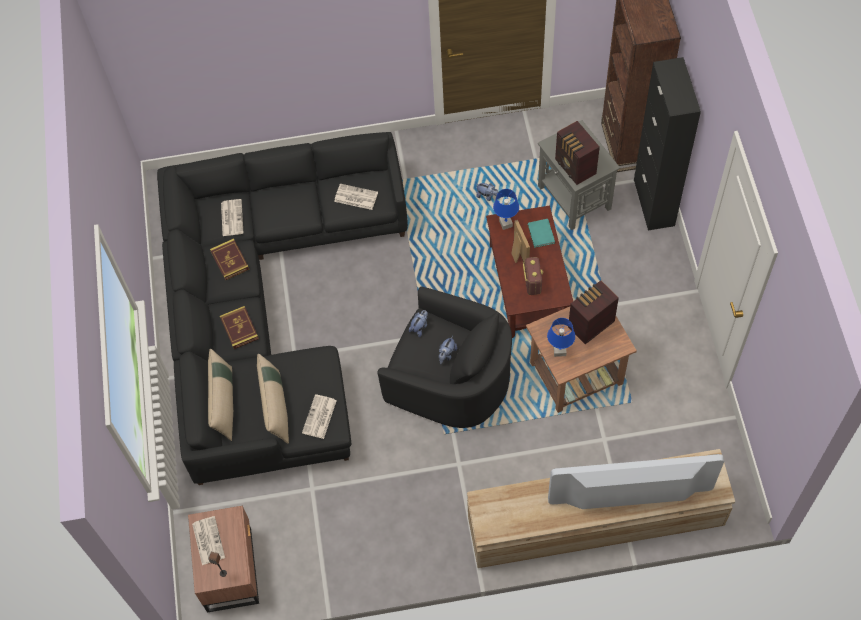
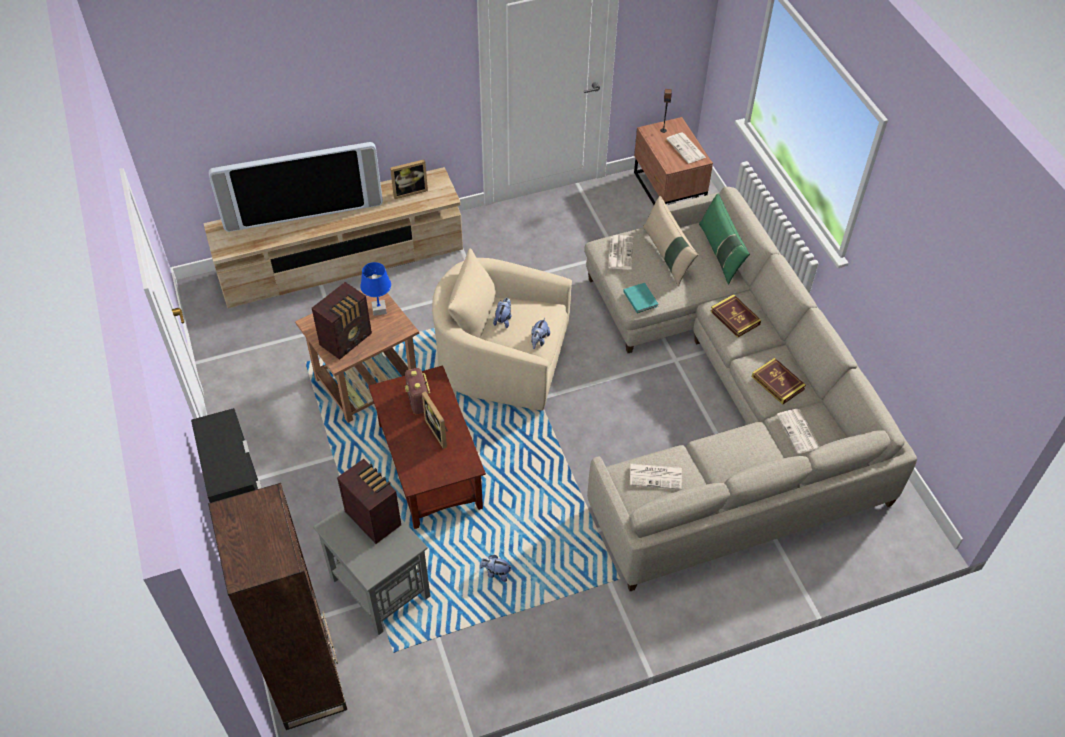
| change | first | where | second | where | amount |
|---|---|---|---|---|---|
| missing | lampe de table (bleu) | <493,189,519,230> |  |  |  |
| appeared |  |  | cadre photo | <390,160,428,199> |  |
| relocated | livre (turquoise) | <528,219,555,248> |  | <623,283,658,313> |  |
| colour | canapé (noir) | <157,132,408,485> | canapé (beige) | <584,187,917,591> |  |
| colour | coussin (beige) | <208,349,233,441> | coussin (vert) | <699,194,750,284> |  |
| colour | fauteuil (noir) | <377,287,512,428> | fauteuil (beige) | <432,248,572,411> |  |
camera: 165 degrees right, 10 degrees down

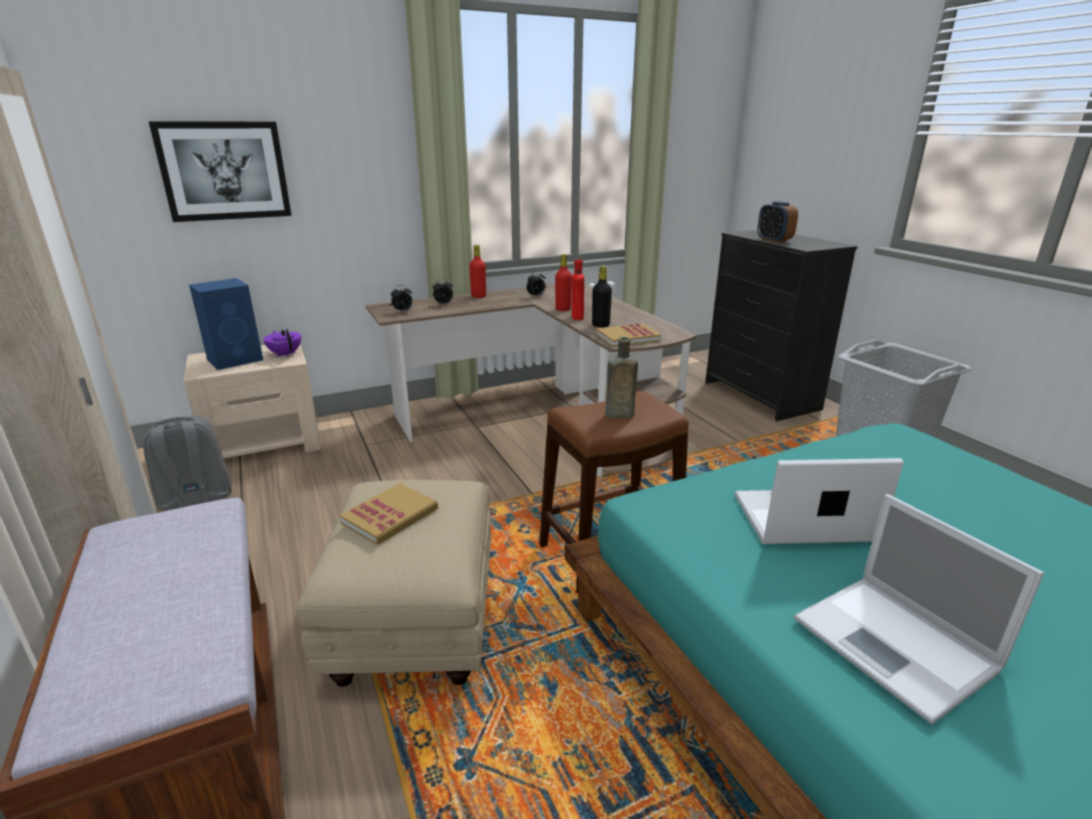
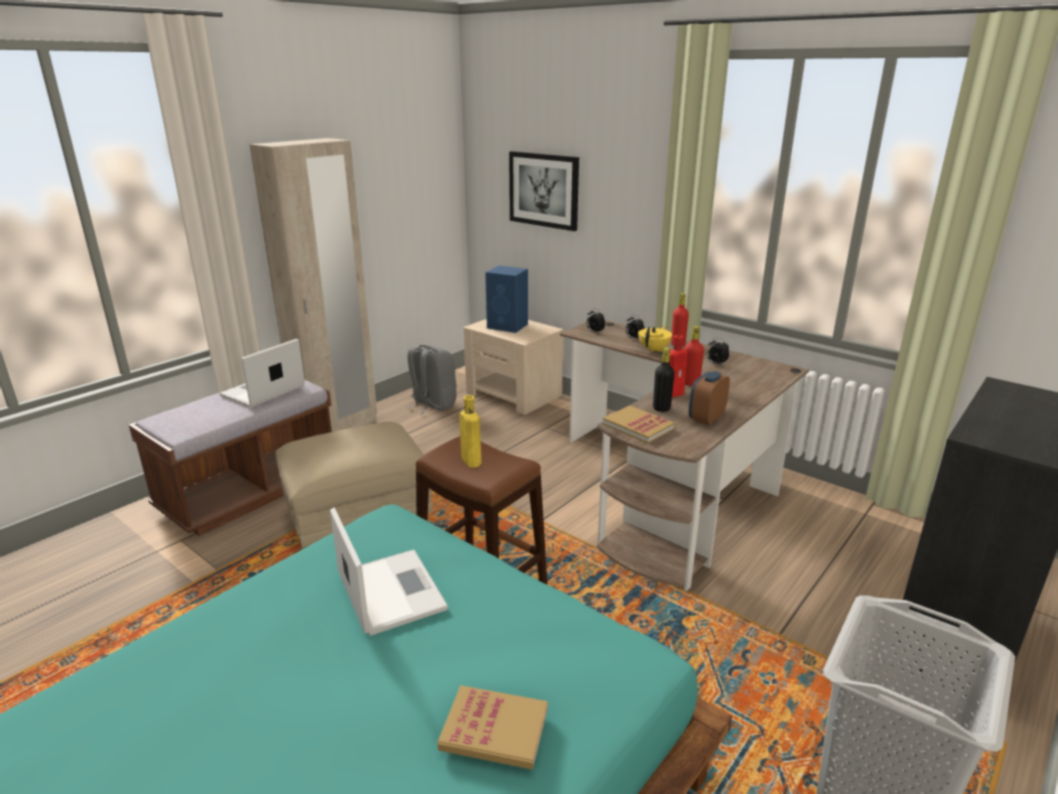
| change | first | where | second | where | amount |
|---|---|---|---|---|---|
| missing | théière (violet) | <263,329,301,357> |  |  |  |
| appeared |  |  | théière (jaune) | <638,326,672,353> |  |
| relocated | livre | <339,483,438,545> |  | <437,685,548,770> |  |
| relocated | réveil | <757,201,798,243> |  | <689,371,730,425> |  |
| relocated | ordinateur portable | <794,494,1044,724> |  | <220,339,305,408> |  |
| colour | bouteille (marron) | <605,337,638,419> | bouteille (jaune) | <459,395,481,468> |  |
camera: 65 degrees right, 0 degrees up

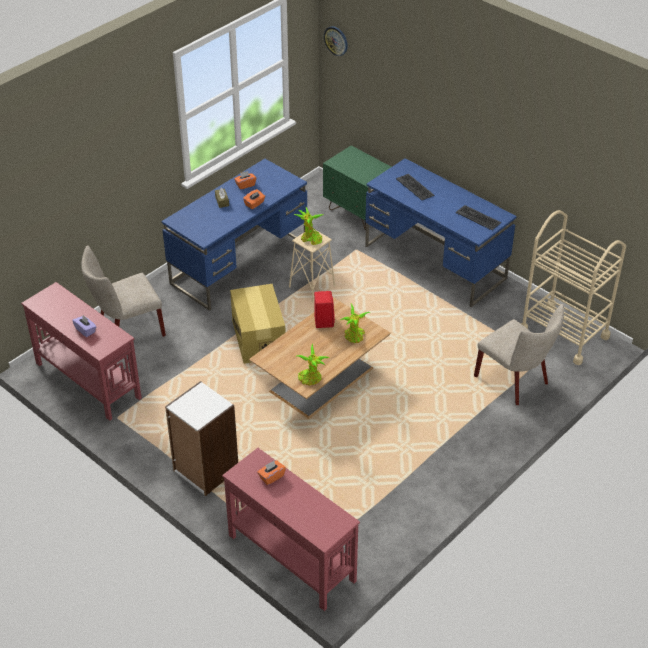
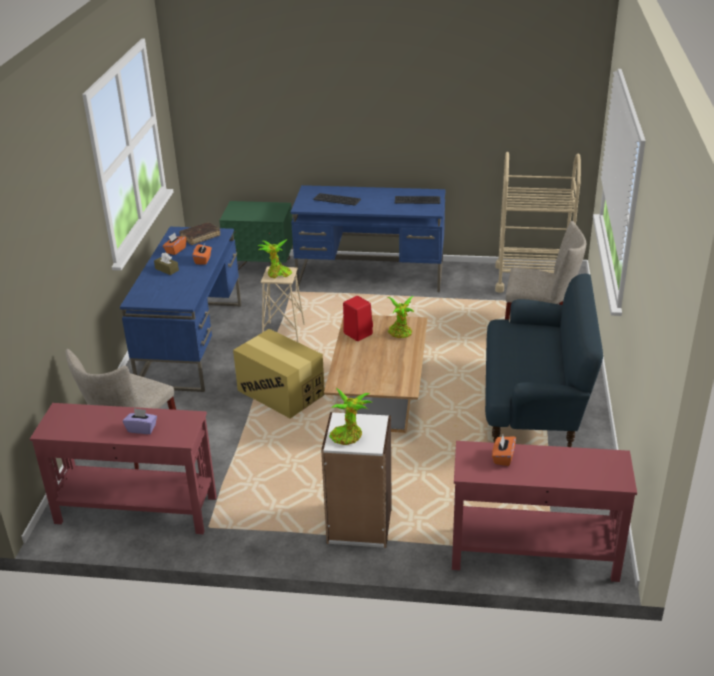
| change | first | where | second | where | amount |
|---|---|---|---|---|---|
| missing | horloge murale | <324,26,348,56> |  |  |  |
| appeared |  |  | livre (marron) | <179,222,221,245> |  |
| appeared |  |  | canapé (bleu) | <485,273,603,447> |  |
| relocated | plante en pot | <296,344,329,386> |  | <329,388,372,445> |  |
camera: 35 degrees left, 10 degrees down

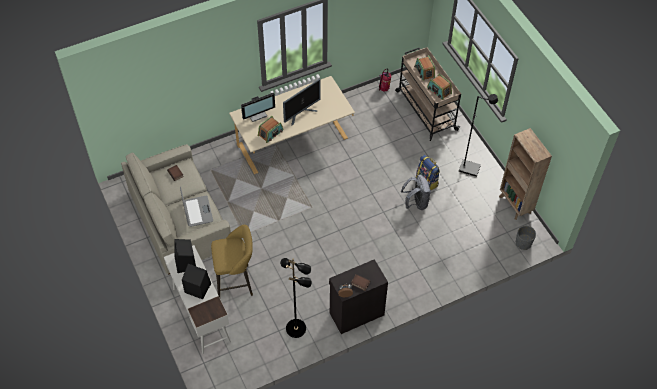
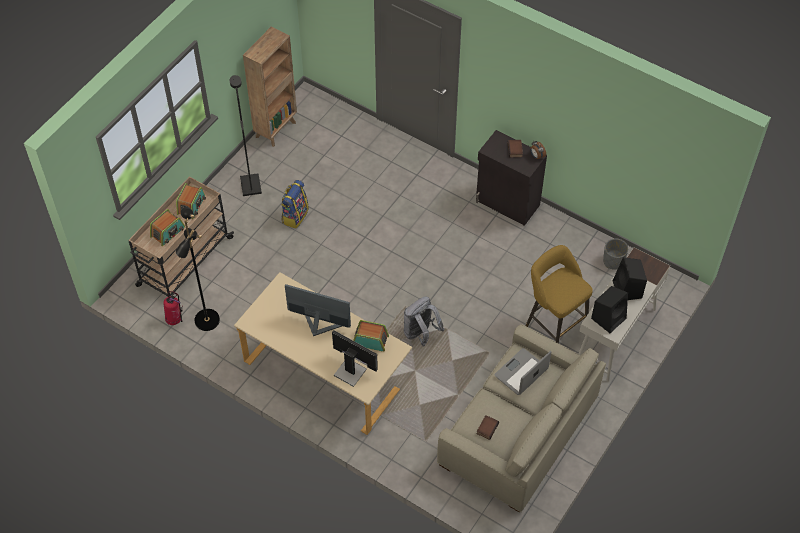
| change | first | where | second | where | amount |
|---|---|---|---|---|---|
| relocated | lampadaire (noir) | <280,258,312,338> |  | <176,207,220,331> |  |
| relocated | sac à dos (gris) | <401,175,431,210> |  | <404,297,444,346> |  |
| relocated | cache-pot (gris) | <516,226,536,250> |  | <603,239,628,270> |  |
camera: 120 degrees left, 0 degrees up

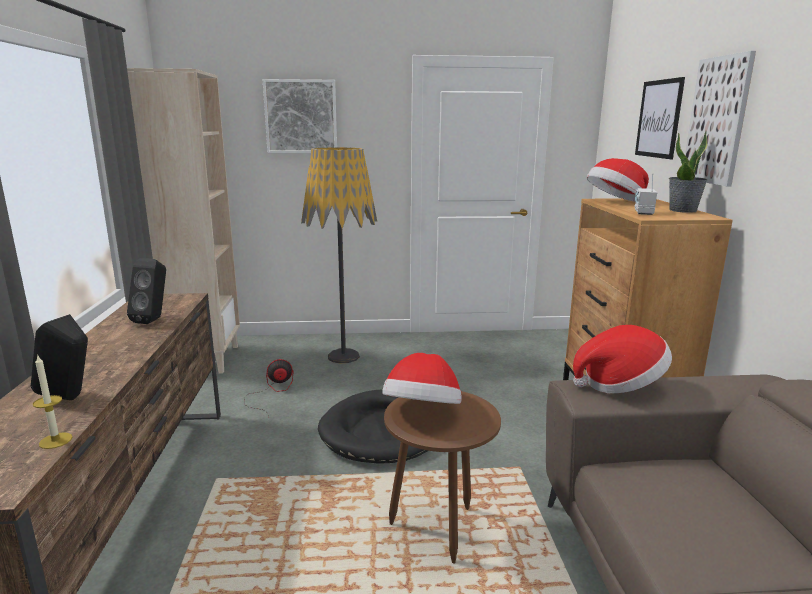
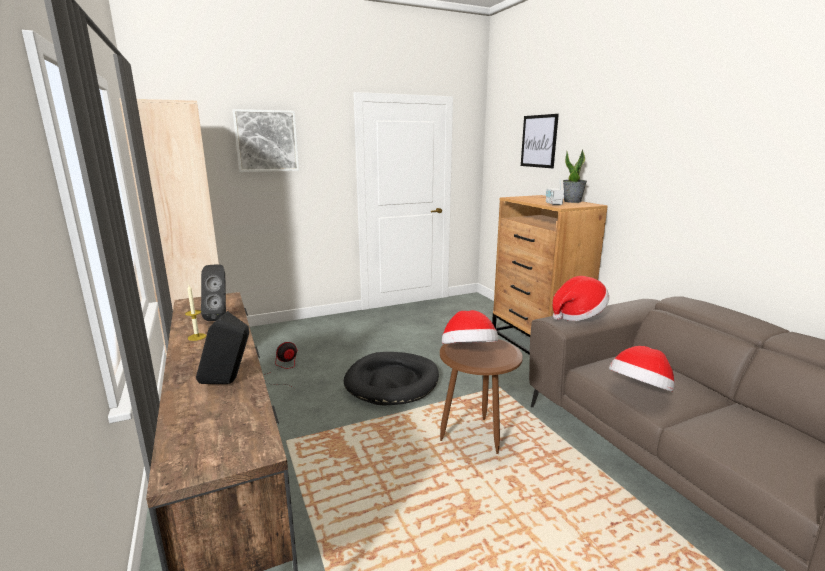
| change | first | where | second | where | amount |
|---|---|---|---|---|---|
| missing | lampadaire | <301,147,377,364> |  |  |  |
| missing | tableau | <685,51,756,186> |  |  |  |
| relocated | bougie | <33,354,73,449> |  | <185,285,206,341> |  |
| relocated | chapeau | <587,158,649,202> |  | <609,346,675,392> |  |
camera: 20 degrees left, 0 degrees up

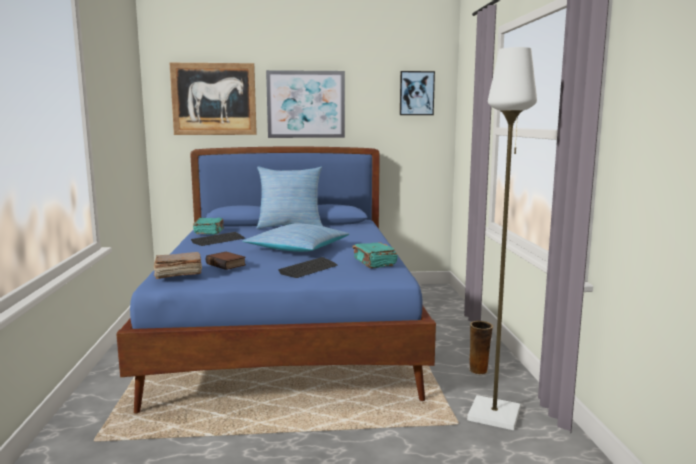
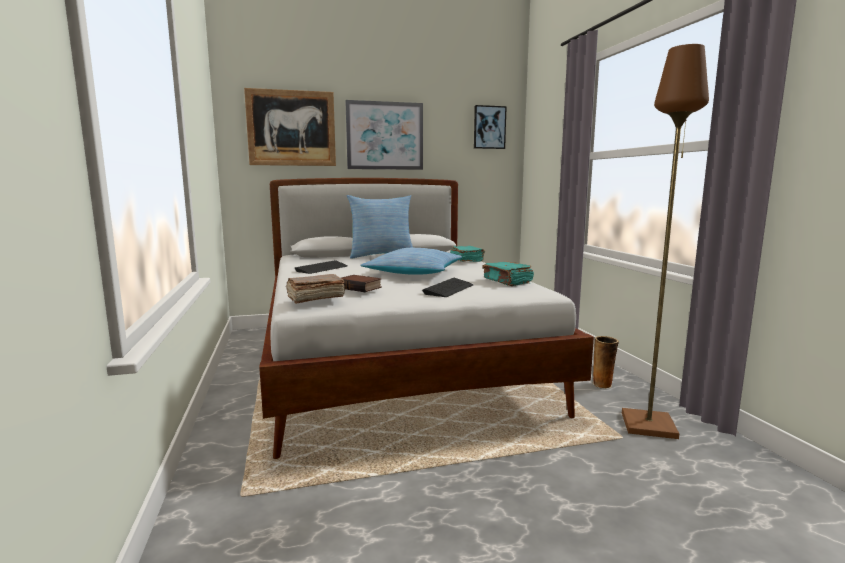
| change | first | where | second | where | amount |
|---|---|---|---|---|---|
| relocated | livre (turquoise) | <193,218,224,235> |  | <450,246,485,262> |  |
| colour | lit (bleu) | <116,146,436,413> | lit (blanc) | <259,178,594,459> |  |
| colour | lampadaire (blanc) | <467,47,537,430> | lampadaire (marron) | <622,44,709,439> |  |
camera: 10 degrees left, 0 degrees up

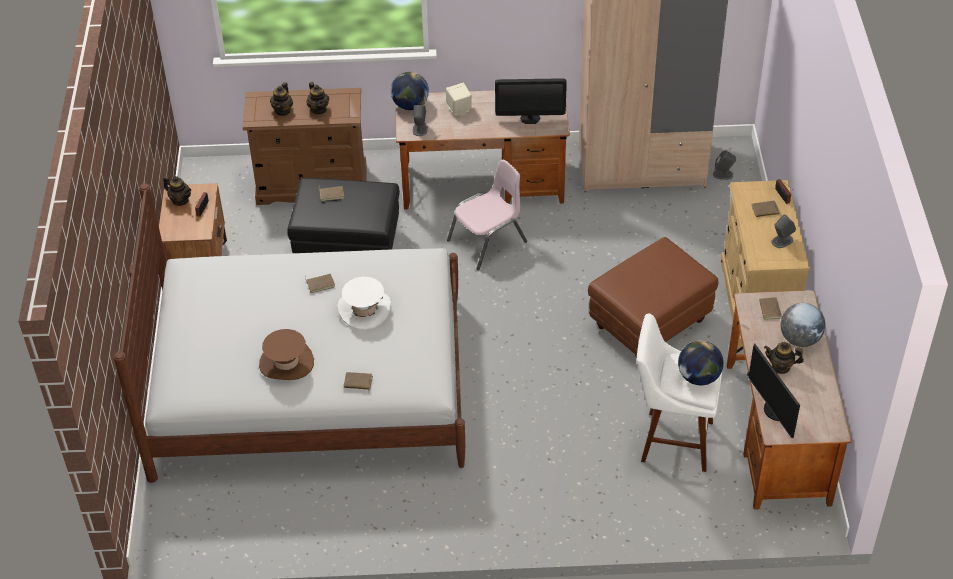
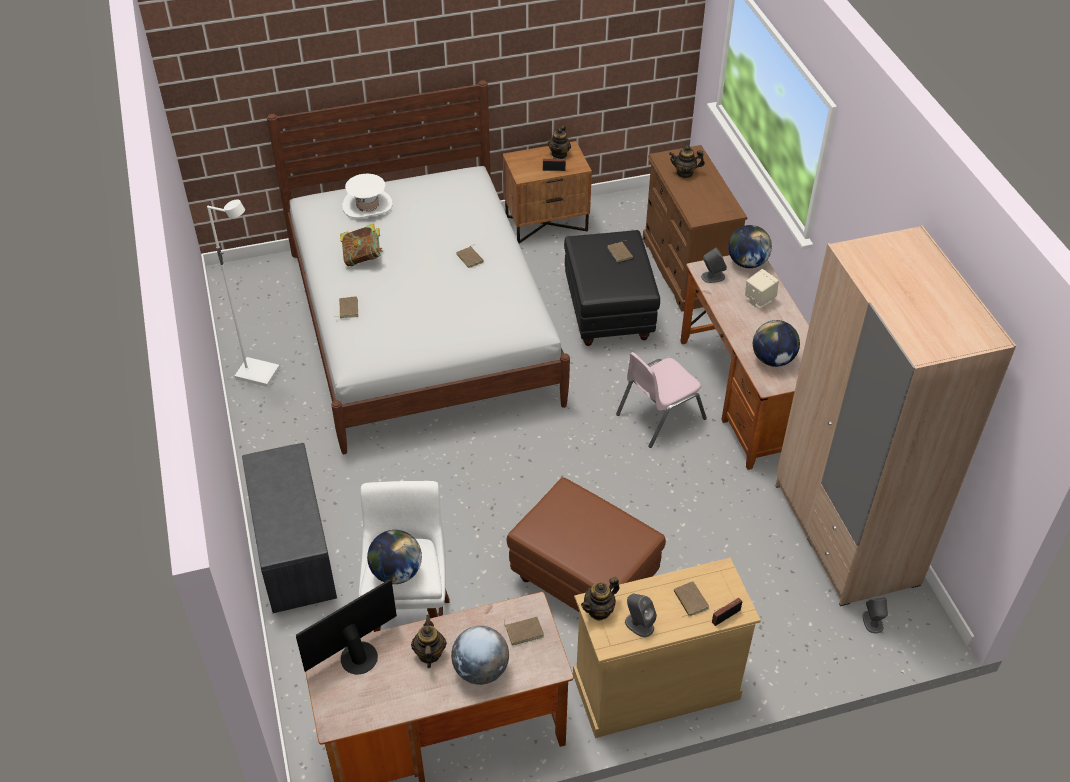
| change | first | where | second | where | amount |
|---|---|---|---|---|---|
| appeared |  |  | lampadaire (blanc) | <207,199,280,387> |  |
| appeared |  |  | banc (gris) | <242,443,337,613> |  |
| relocated | théière | <306,82,329,114> |  | <581,577,619,621> |  |
| relocated | chapeau (blanc) | <337,277,391,330> |  | <342,174,393,219> |  |
| exchanged | chapeau (marron) | <259,329,314,380> | livre | <340,224,383,266> |  |
| exchanged | écran d'ordinateur | <495,78,567,124> | globe | <753,320,800,367> |  |
| spun | chaise (rose) | <447,160,527,270> |  | <616,352,707,448> | 105 degrees clockwise |
camera: 75 degrees right, 0 degrees up

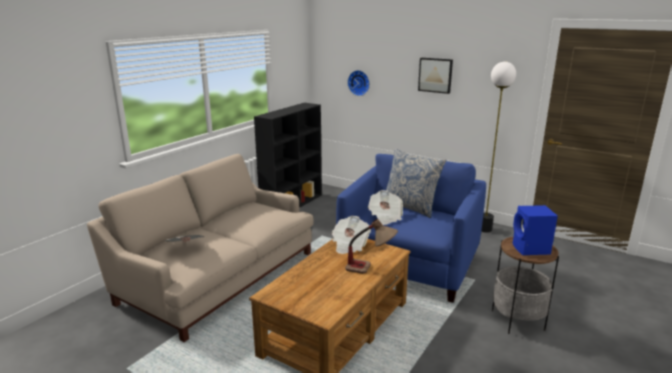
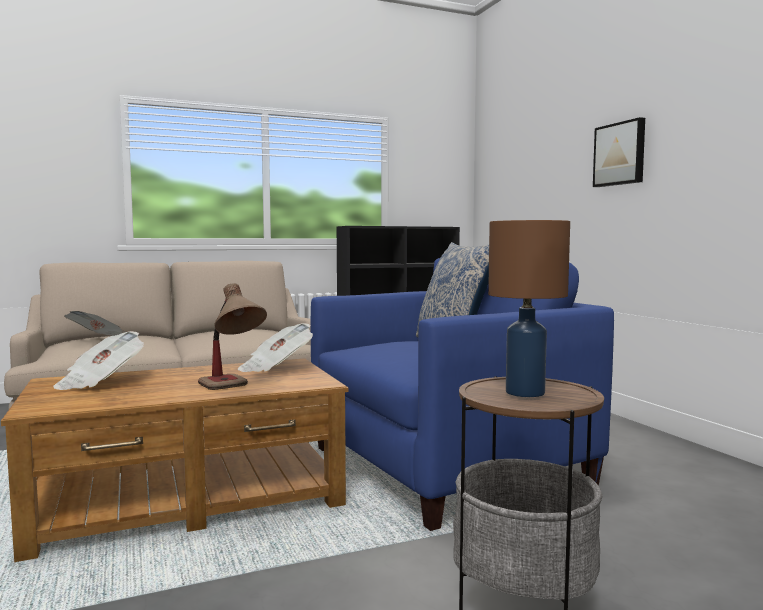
| change | first | where | second | where | amount |
|---|---|---|---|---|---|
| missing | horloge murale | <348,70,370,96> |  |  |  |
| missing | lampadaire | <481,61,516,232> |  |  |  |
| relocated | journal | <368,190,403,225> |  | <53,331,144,390> |  |
| exchanged | enceinte (bleu) | <513,205,558,255> | lampe de table (marron) | <488,220,570,397> |  |
camera: 35 degrees right, 15 degrees down

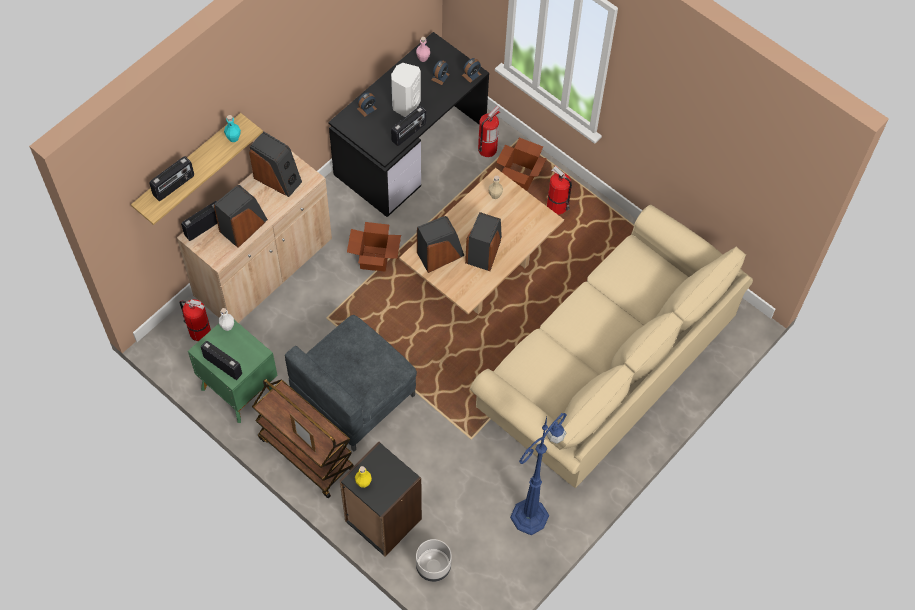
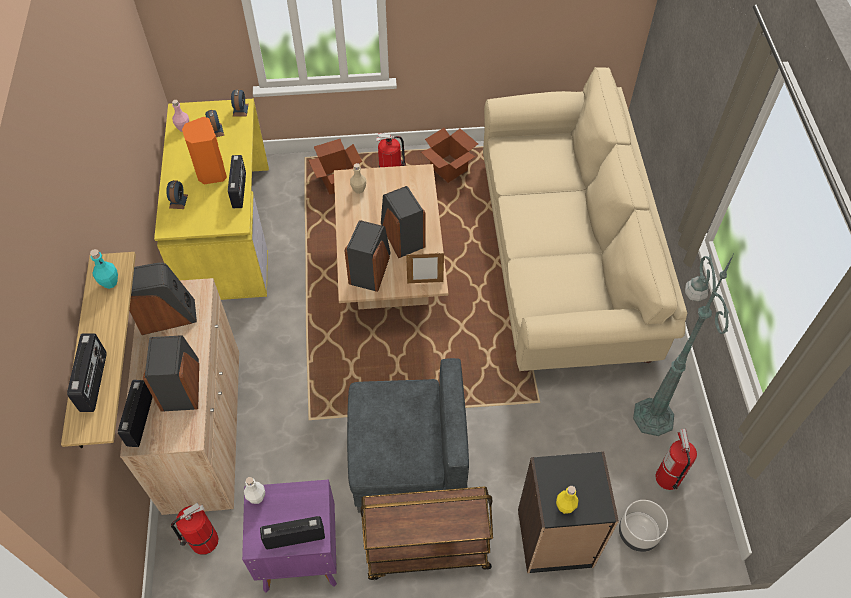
| change | first | where | second | where | amount |
|---|---|---|---|---|---|
| relocated | cadre photo | <290,414,316,453> |  | <406,252,444,283> |  |
| relocated | carton | <347,222,401,272> |  | <421,128,478,183> |  |
| relocated | extincteur | <478,106,500,157> |  | <655,429,697,490> |  |
| colour | table de chevet (vert) | <188,320,277,423> | table de chevet (violet) | <242,480,337,593> |  |
| colour | bureau (noir) | <328,32,489,217> | bureau (jaune) | <154,99,269,300> |  |
| colour | enceinte (blanc) | <391,63,421,117> | enceinte (orange) | <182,117,227,184> |  |
| colour | lampadaire (bleu) | <510,413,567,535> | lampadaire (vert) | <633,255,733,436> |  |
| spun | fauteuil (gris) | <285,315,417,452> |  | <347,358,469,513> | 90 degrees counterclockwise |
camera: 45 degrees left, 5 degrees down

